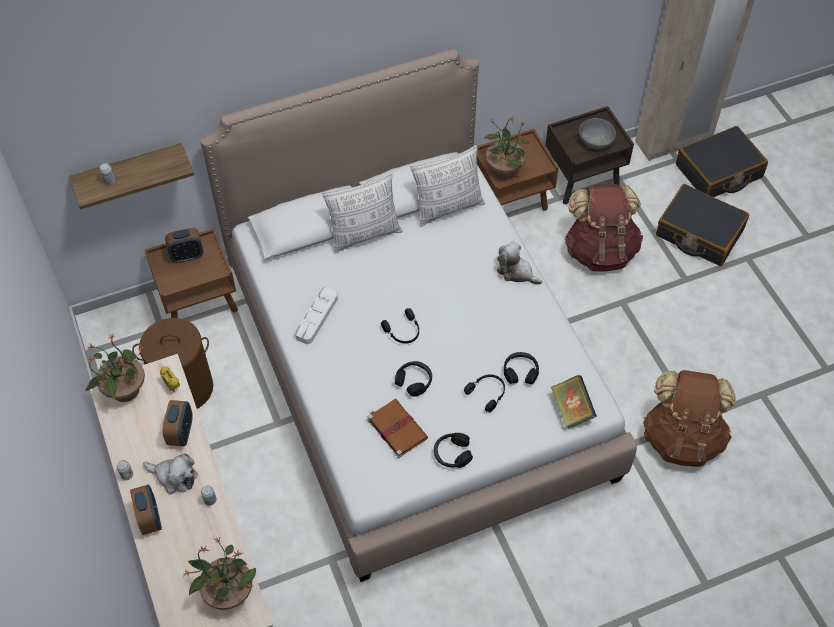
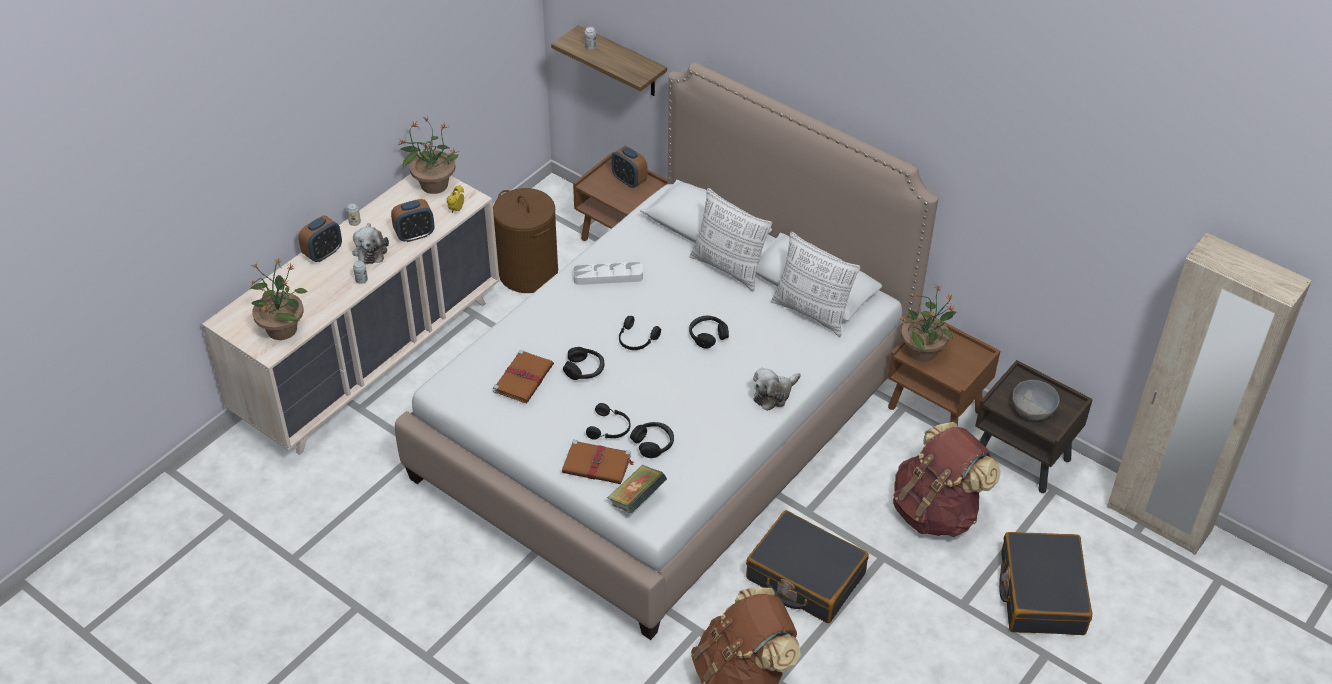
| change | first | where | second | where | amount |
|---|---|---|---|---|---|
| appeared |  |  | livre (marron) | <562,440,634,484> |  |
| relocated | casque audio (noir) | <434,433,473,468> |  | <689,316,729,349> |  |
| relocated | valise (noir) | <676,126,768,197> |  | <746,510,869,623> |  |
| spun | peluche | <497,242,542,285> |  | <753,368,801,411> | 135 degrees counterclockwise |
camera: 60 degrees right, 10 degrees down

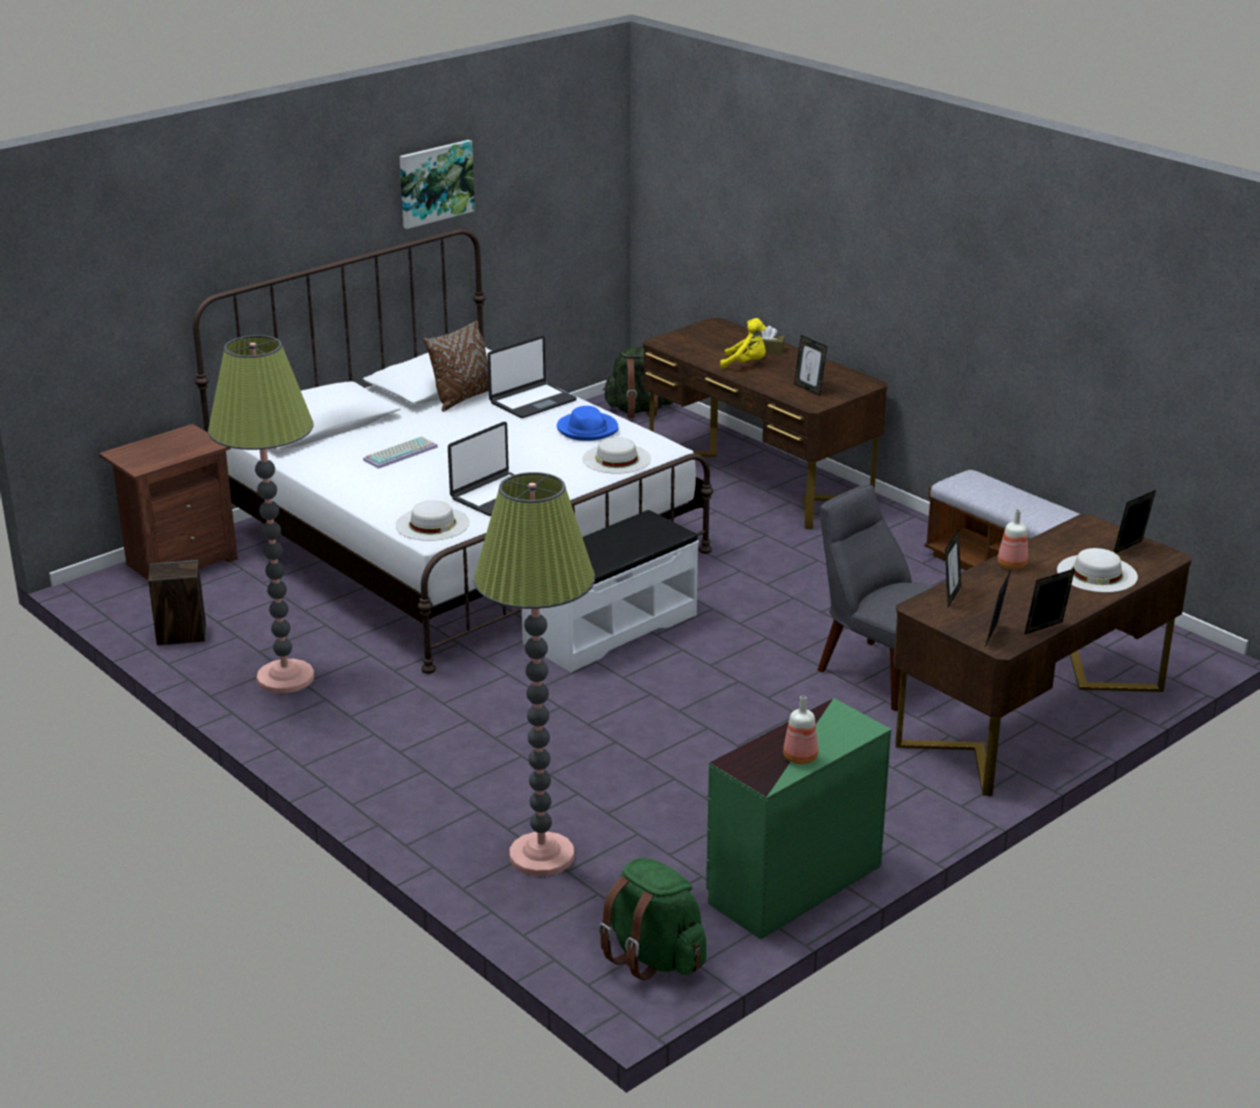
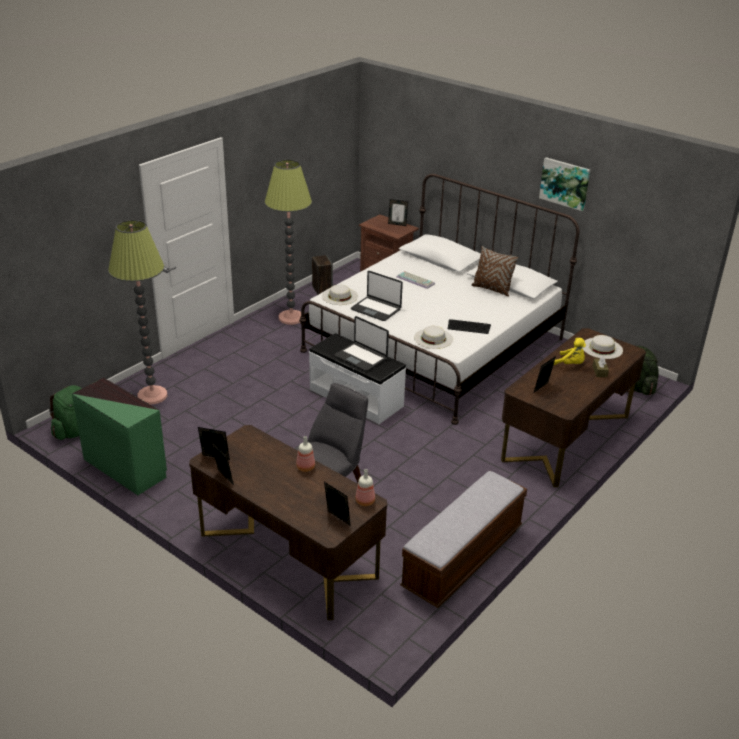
| change | first | where | second | where | amount |
|---|---|---|---|---|---|
| relocated | ordinateur portable | <487,336,577,418> |  | <334,316,389,371> |  |
| relocated | bouteille | <783,696,818,764> |  | <355,469,375,506> |  |
| relocated | cadre photo | <945,529,961,607> |  | <388,199,408,226> |  |
| relocated | chapeau (blanc) | <1057,548,1138,593> |  | <582,335,623,359> |  |
| exchanged | chapeau (bleu) | <557,406,619,441> | clavier | <448,319,491,334> |  |
| spun | peluche (jaune) | <720,318,766,369> |  | <554,338,586,365> | 60 degrees counterclockwise |
camera: 80 degrees right, 5 degrees up

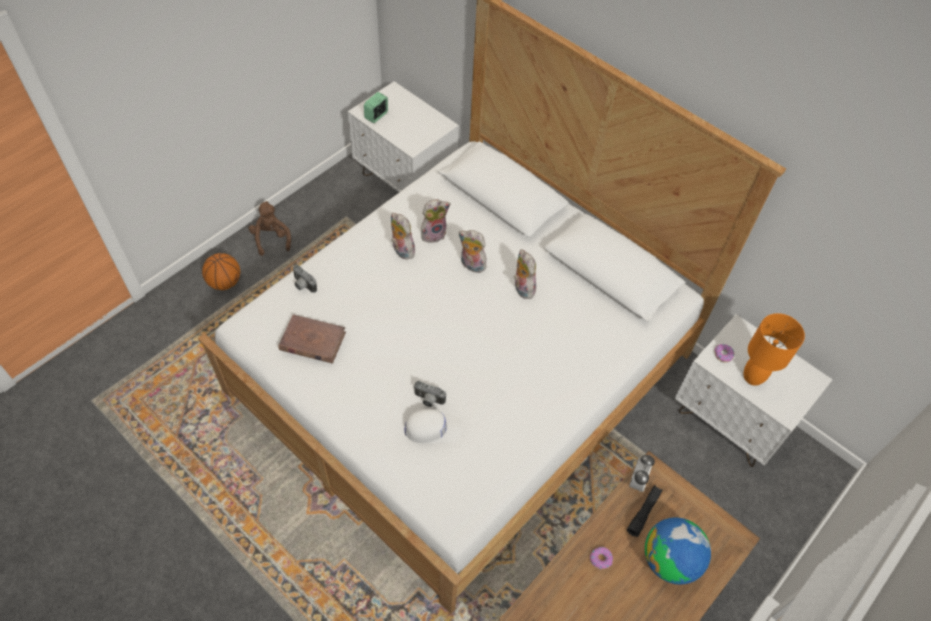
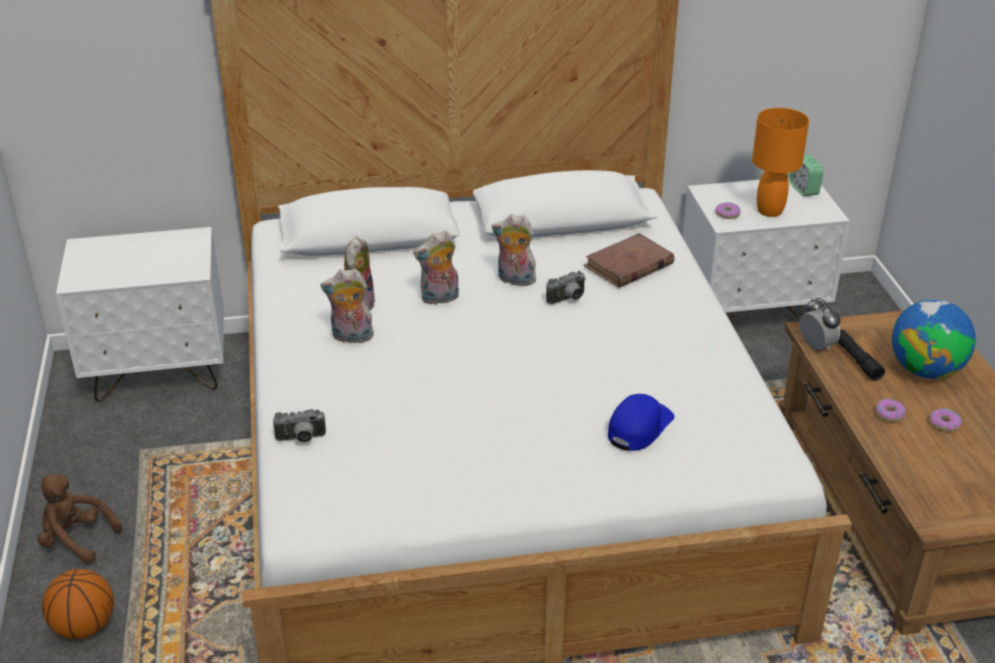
| change | first | where | second | where | amount |
|---|---|---|---|---|---|
| appeared |  |  | beignet | <930,408,962,432> |  |
| relocated | livre (marron) | <278,314,346,364> |  | <584,233,675,288> |  |
| relocated | réveil | <364,92,388,123> |  | <790,155,824,196> |  |
| relocated | appareil photo | <414,381,446,407> |  | <546,271,586,304> |  |
| colour | casquette (blanc) | <405,409,461,443> | casquette (bleu) | <608,394,675,451> |  |
camera: 50 degrees left, 20 degrees down

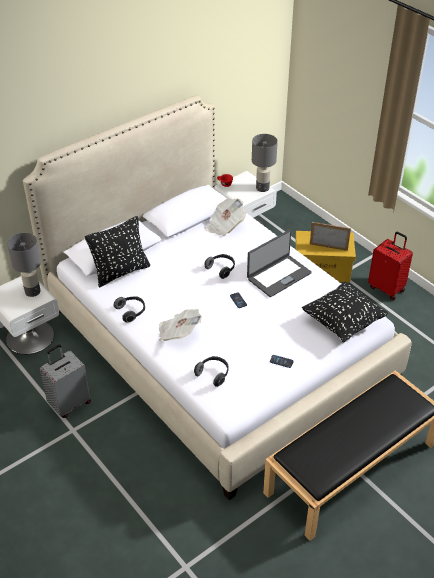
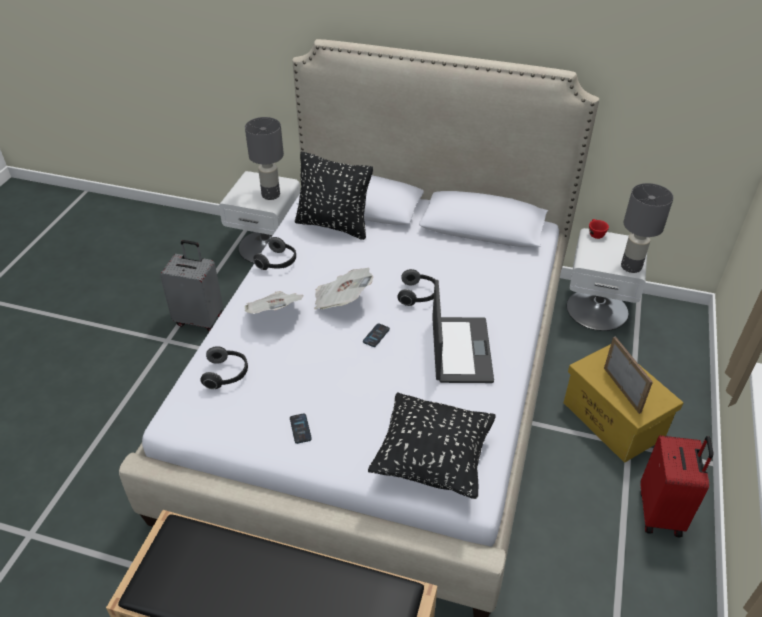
| change | first | where | second | where | amount |
|---|---|---|---|---|---|
| relocated | journal | <205,198,246,236> |  | <314,268,373,310> |  |
| spun | ordinateur portable | <247,230,312,297> |  | <432,280,494,383> | 105 degrees counterclockwise |
camera: 55 degrees right, 0 degrees up

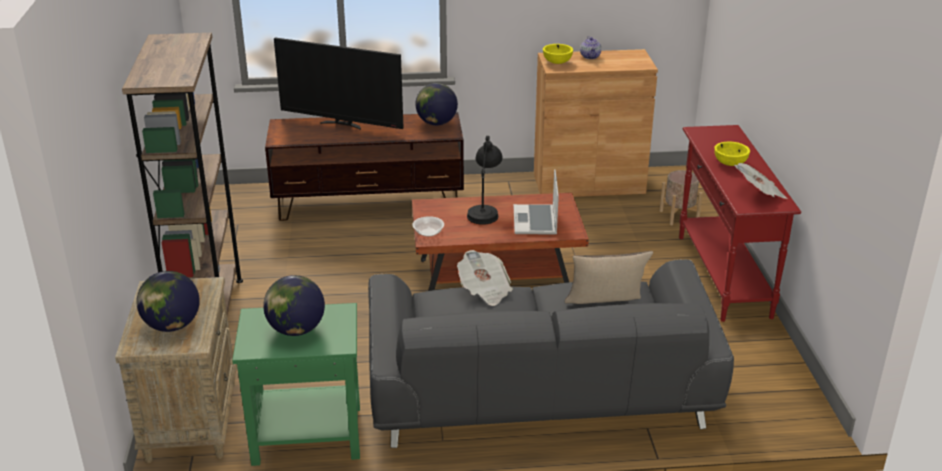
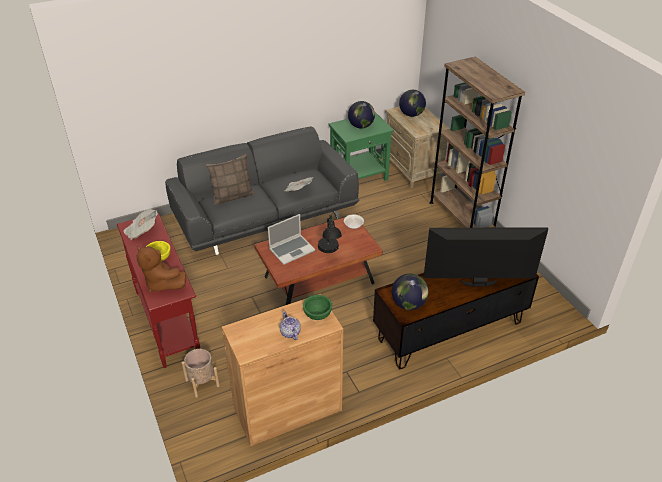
| change | first | where | second | where | amount |
|---|---|---|---|---|---|
| appeared |  |  | peluche (marron) | <137,246,186,292> |  |
| colour | bol (jaune) | <543,44,573,64> | bol (vert) | <303,295,332,320> |  |
| spun | ordinateur portable | <514,169,559,235> |  | <268,214,315,265> | 75 degrees clockwise |
camera: 160 degrees right, 10 degrees up

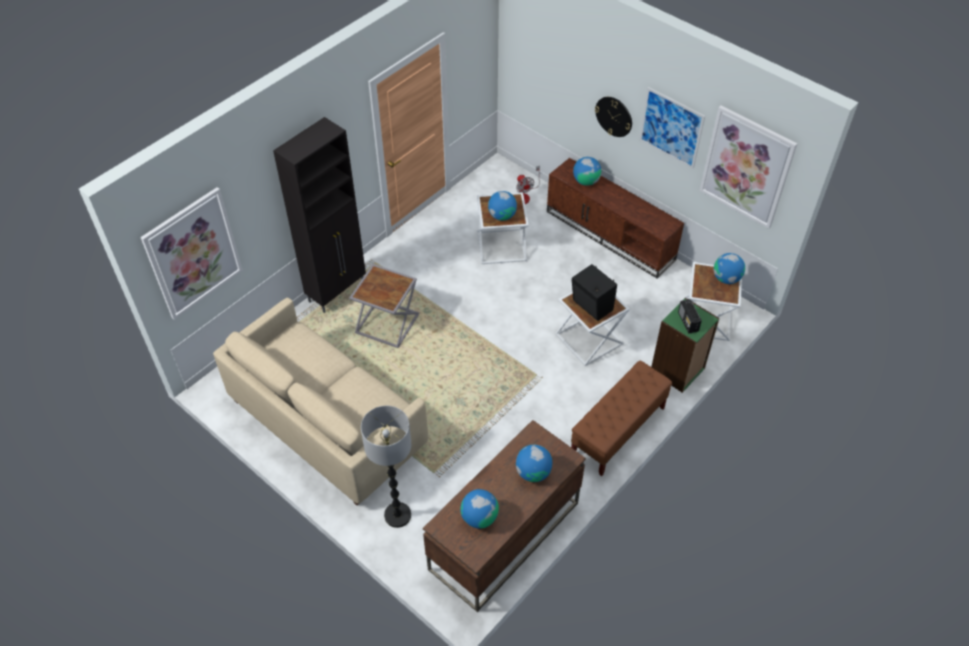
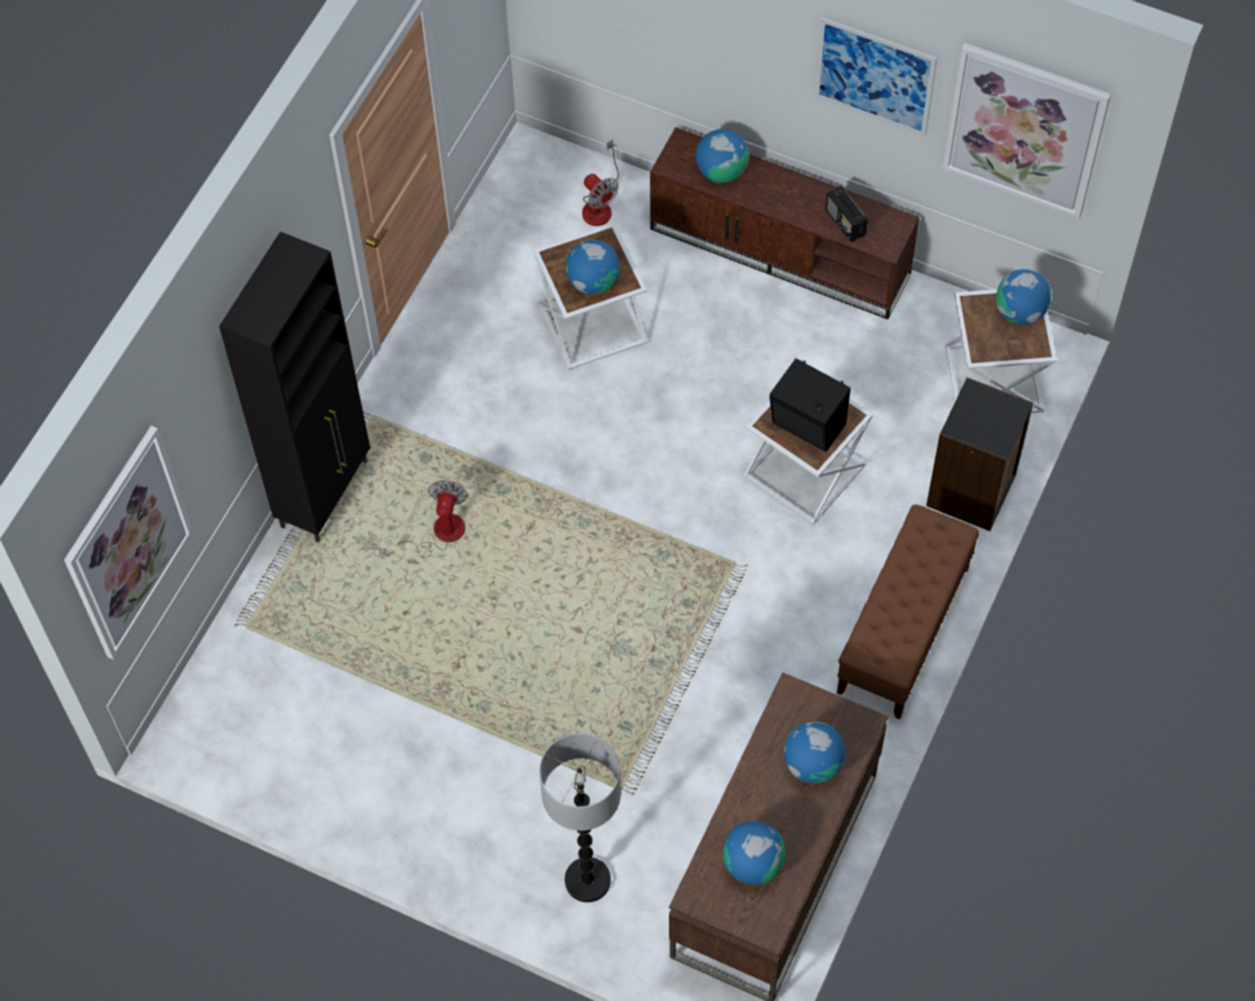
| change | first | where | second | where | amount |
|---|---|---|---|---|---|
| missing | canapé (beige) | <213,298,428,505> |  |  |  |
| missing | horloge murale | <595,97,632,137> |  |  |  |
| relocated | radio | <678,299,702,333> |  | <825,186,868,242> |  |
| exchanged | table d'appoint (gris) | <349,264,420,348> | ventilateur | <379,480,468,558> |  |
| colour | bibliothèque (vert) | <651,298,720,393> | bibliothèque (noir) | <926,377,1033,531> |  |
camera: 15 degrees left, 10 degrees up

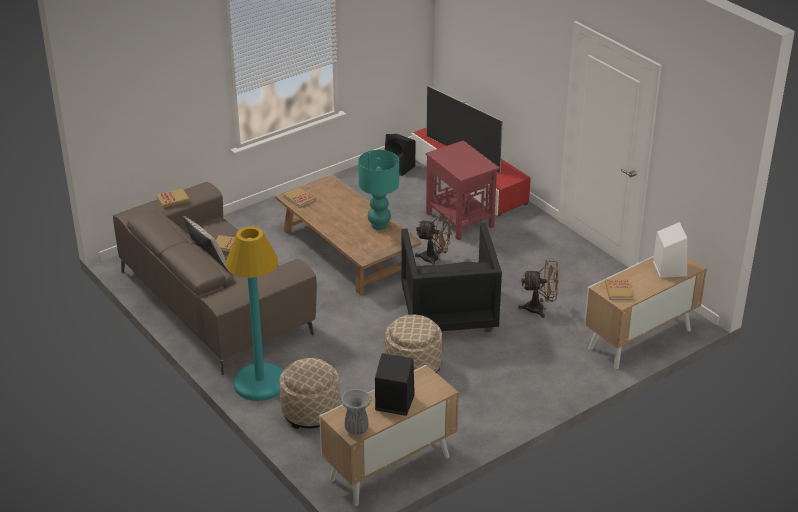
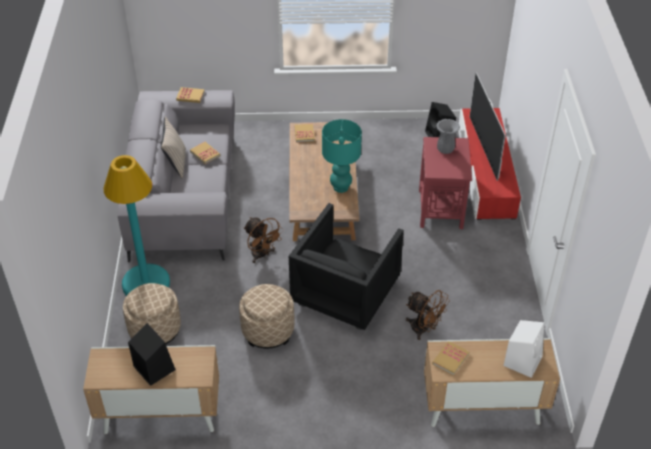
| change | first | where | second | where | amount |
|---|---|---|---|---|---|
| relocated | vase (gris) | <340,388,372,435> |  | <436,119,460,154> |  |
| relocated | ventilateur (marron) | <415,212,453,265> |  | <244,217,284,263> |  |
| colour | canapé (marron) | <113,182,317,375> | canapé (gris) | <118,90,235,262> |  |
camera: 35 degrees right, 10 degrees up

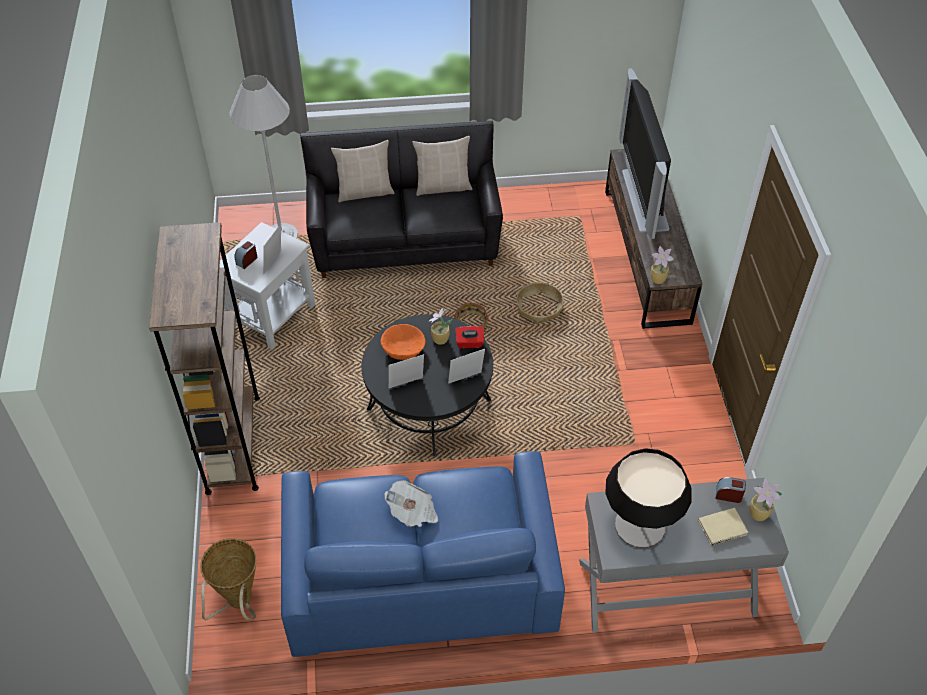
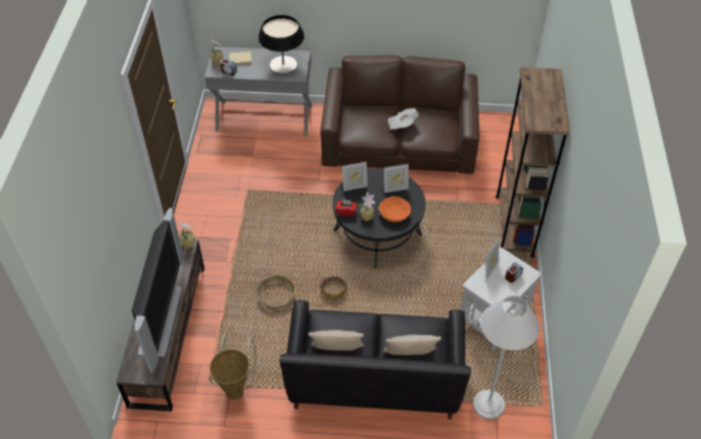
| change | first | where | second | where | amount |
|---|---|---|---|---|---|
| relocated | panier | <200,538,256,621> |  | <210,334,256,400> |  |
| colour | canapé (bleu) | <281,451,565,657> | canapé (marron) | <321,55,479,174> |  |
camera: 170 degrees left, 0 degrees up

